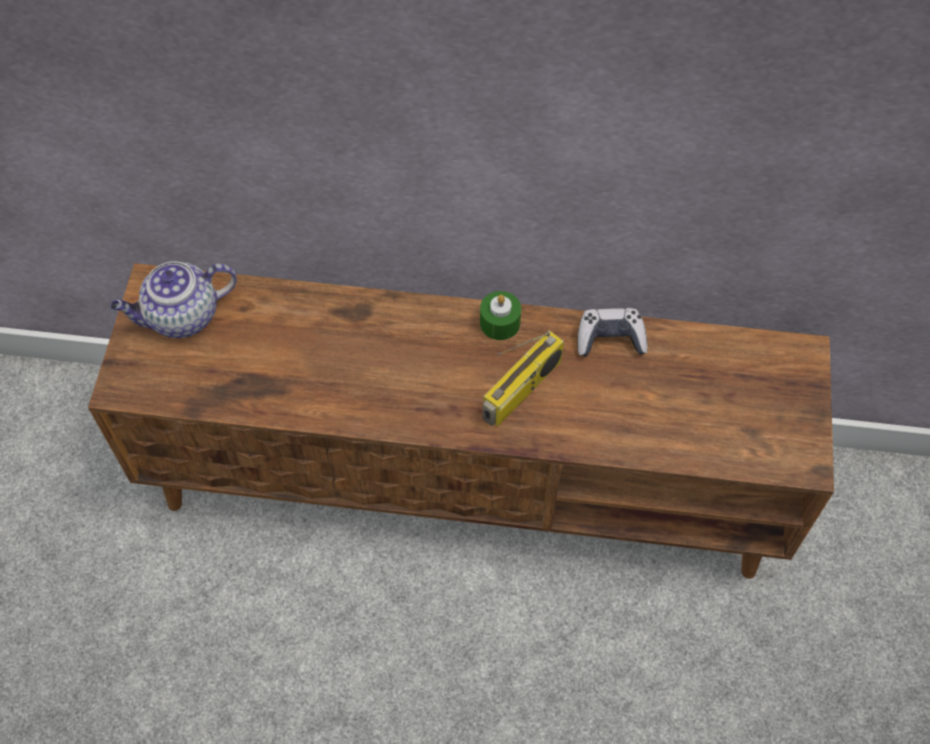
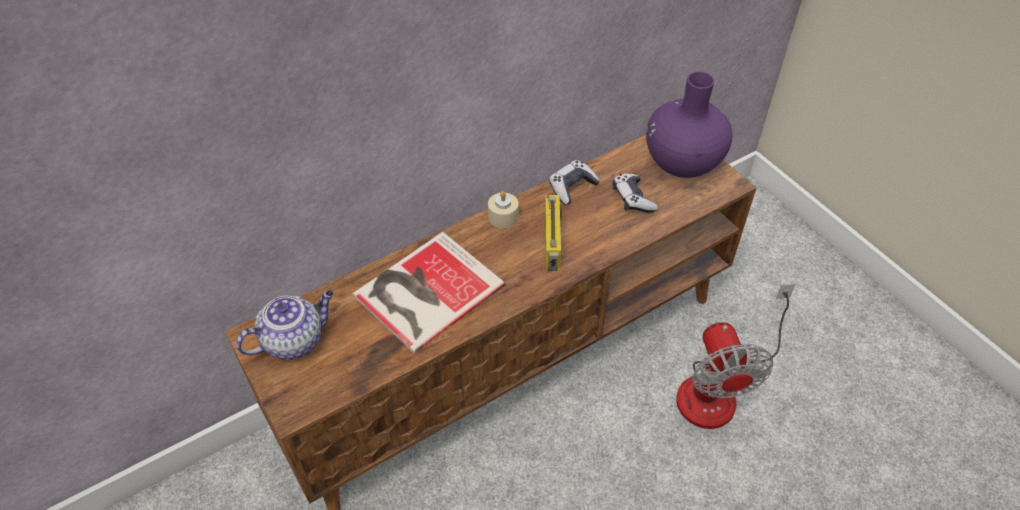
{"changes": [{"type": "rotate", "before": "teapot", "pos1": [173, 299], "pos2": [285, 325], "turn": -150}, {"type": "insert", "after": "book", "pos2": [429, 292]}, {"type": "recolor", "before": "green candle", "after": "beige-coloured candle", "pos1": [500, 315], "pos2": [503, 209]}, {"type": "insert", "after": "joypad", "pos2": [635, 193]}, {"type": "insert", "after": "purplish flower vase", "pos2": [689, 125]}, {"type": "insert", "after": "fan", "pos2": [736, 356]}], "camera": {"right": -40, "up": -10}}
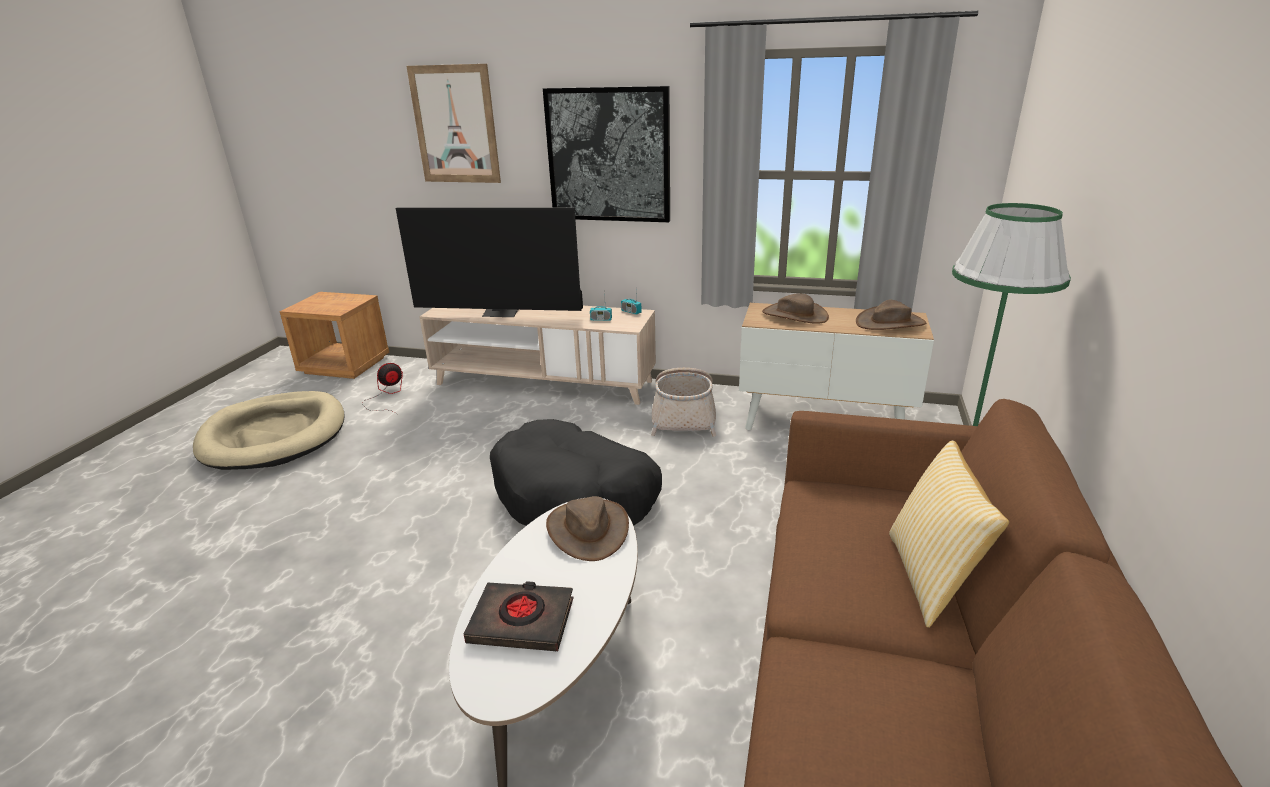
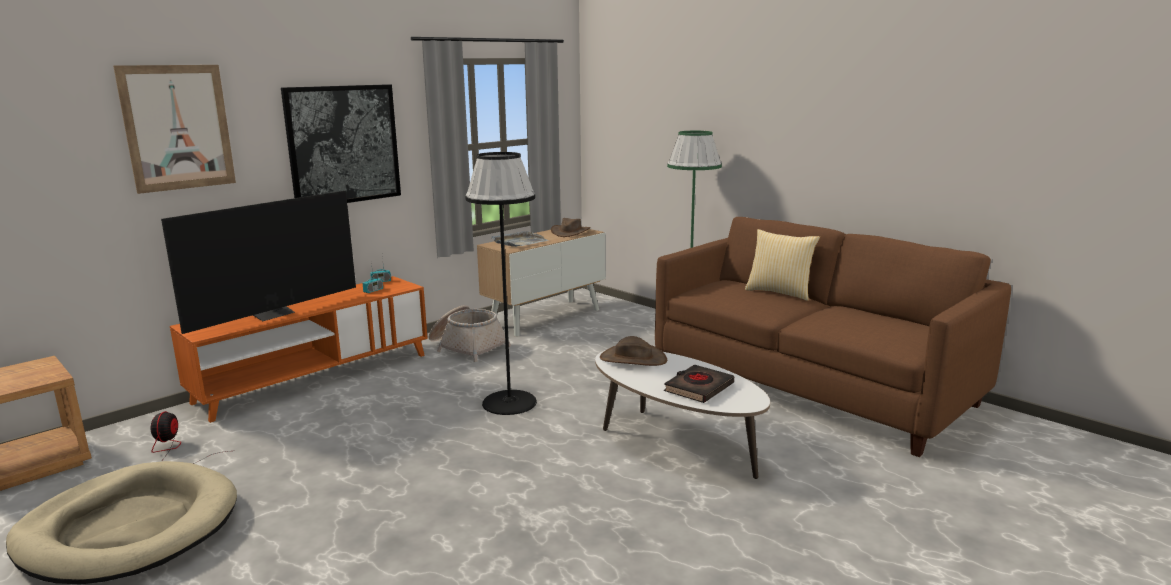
{"changes": [{"type": "recolor", "before": "beige-coloured media console", "after": "orange media console", "pos1": [537, 355], "pos2": [299, 349]}, {"type": "replace", "before": "blackish dog cushion", "after": "blackish standard lamp", "pos1": [576, 472], "pos2": [501, 283]}, {"type": "replace", "before": "brown-coloured clothing hat", "after": "grey serving tray", "pos1": [795, 309], "pos2": [520, 239]}], "camera": {"right": -60, "up": -10}}
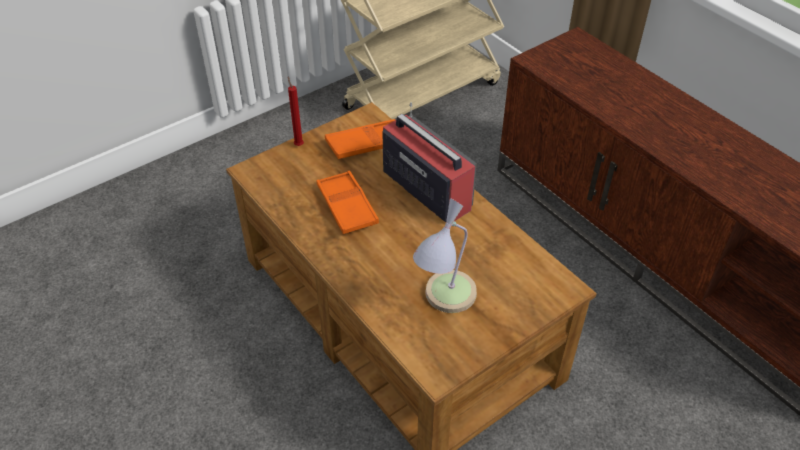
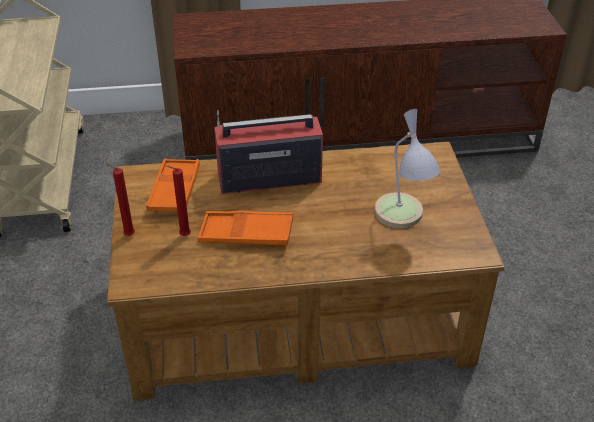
{"changes": [{"type": "insert", "after": "red candle", "pos2": [179, 201]}], "camera": {"right": -60, "up": -5}}
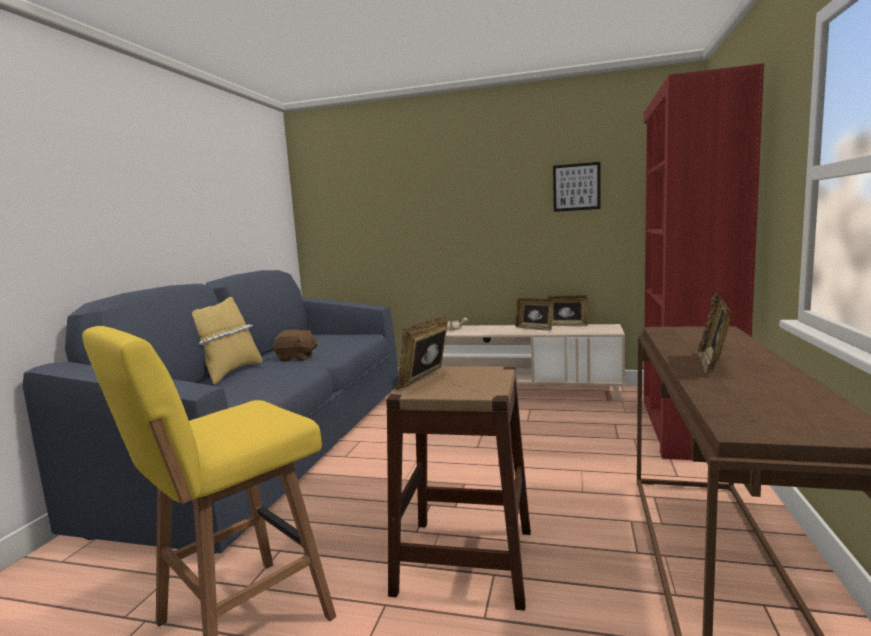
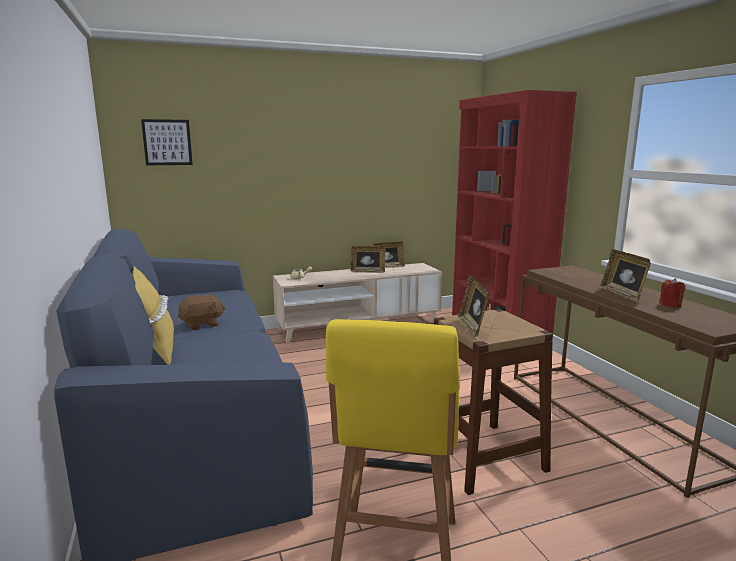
{"changes": [{"type": "move", "before": "picture", "pos1": [577, 187], "pos2": [167, 142]}, {"type": "insert", "after": "red candle", "pos2": [672, 293]}], "camera": {"right": -35, "up": 5}}
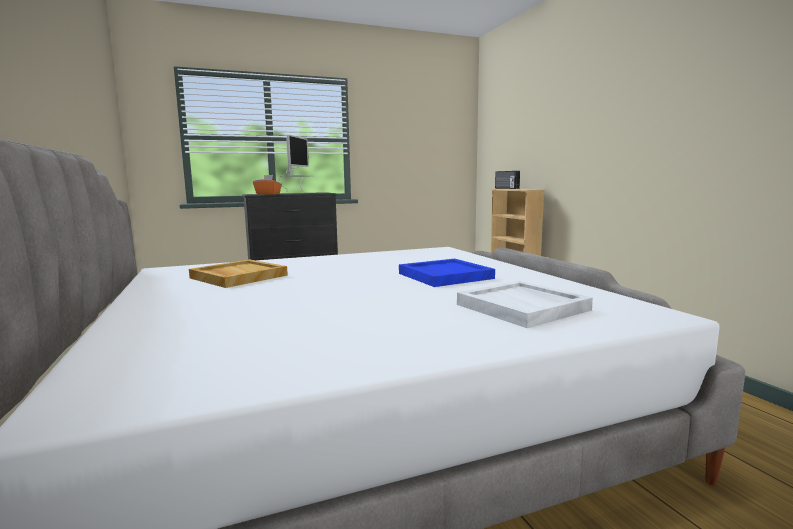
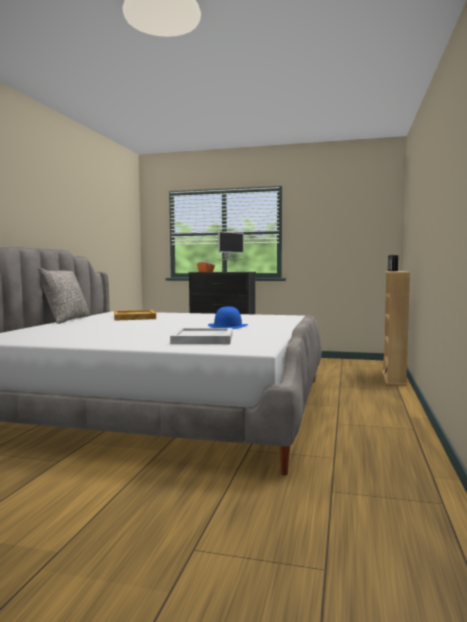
{"changes": [{"type": "insert", "after": "grey cushion", "pos2": [64, 295]}, {"type": "replace", "before": "blue-coloured serving tray", "after": "blue-coloured clothing hat", "pos1": [447, 273], "pos2": [228, 318]}], "camera": {"right": 35, "up": -5}}
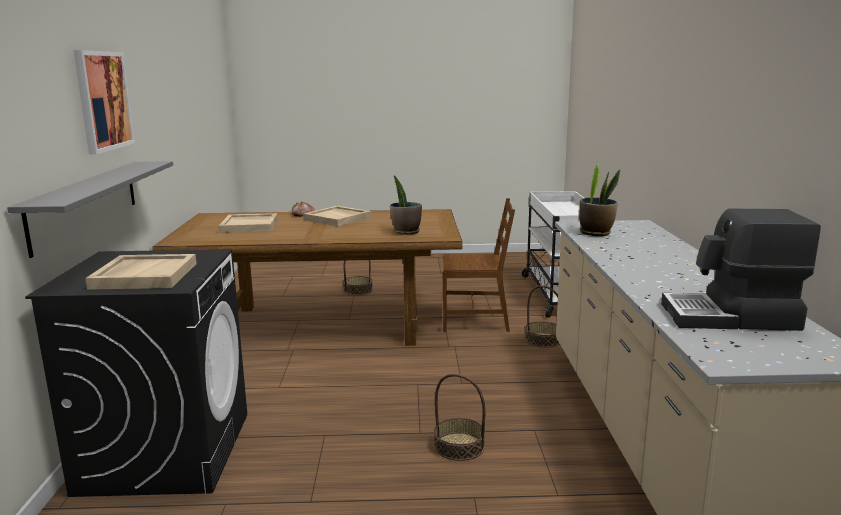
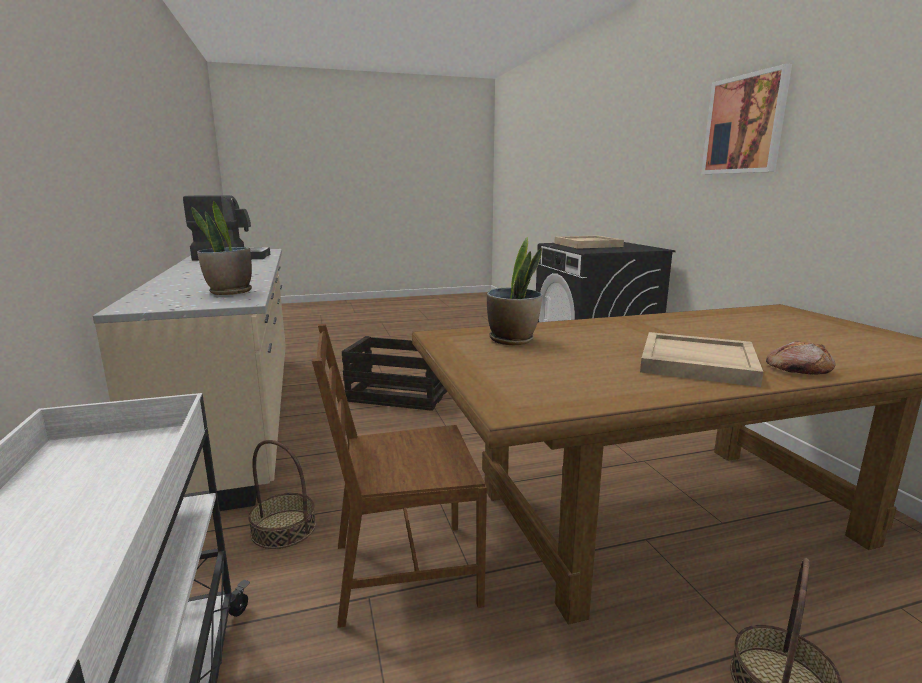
{"changes": [{"type": "replace", "before": "storage basket", "after": "shipping crate", "pos1": [459, 417], "pos2": [394, 373]}, {"type": "delete", "before": "grey wall shelf", "pos1": [90, 209]}, {"type": "delete", "before": "beige-coloured serving tray", "pos1": [248, 223]}], "camera": {"right": 165, "up": 0}}
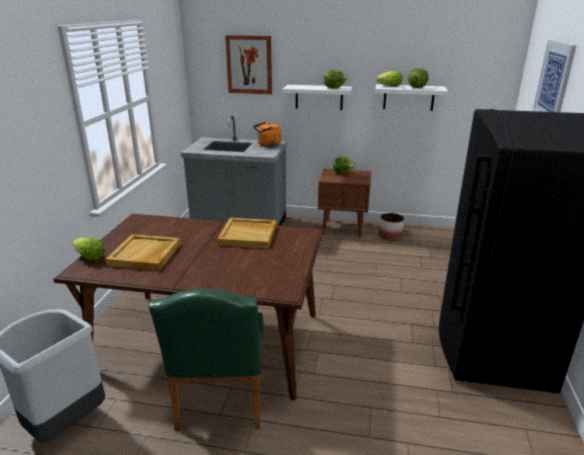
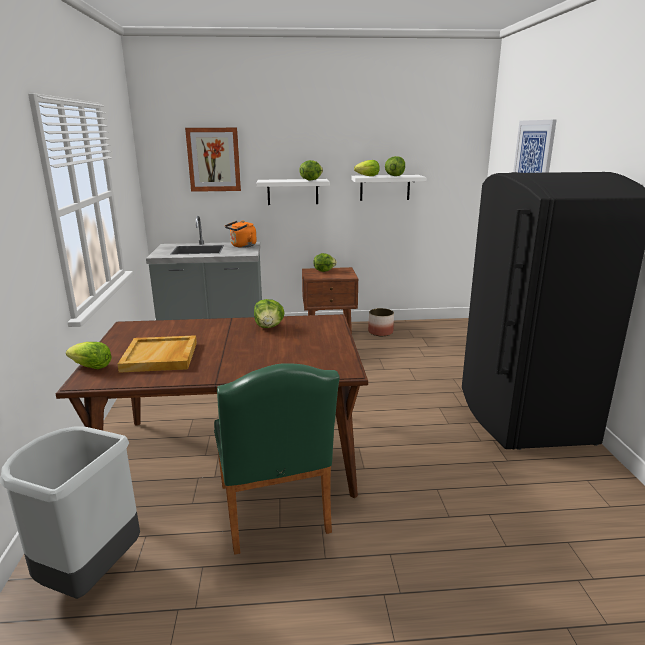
{"changes": [{"type": "replace", "before": "beige-coloured serving tray", "after": "head of lettuce", "pos1": [247, 233], "pos2": [269, 313]}], "camera": {"right": -15, "up": -5}}
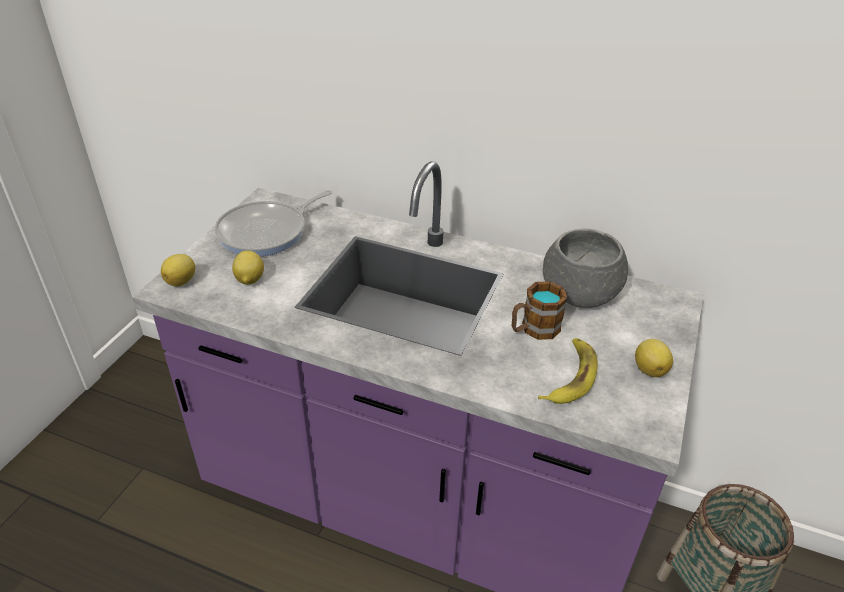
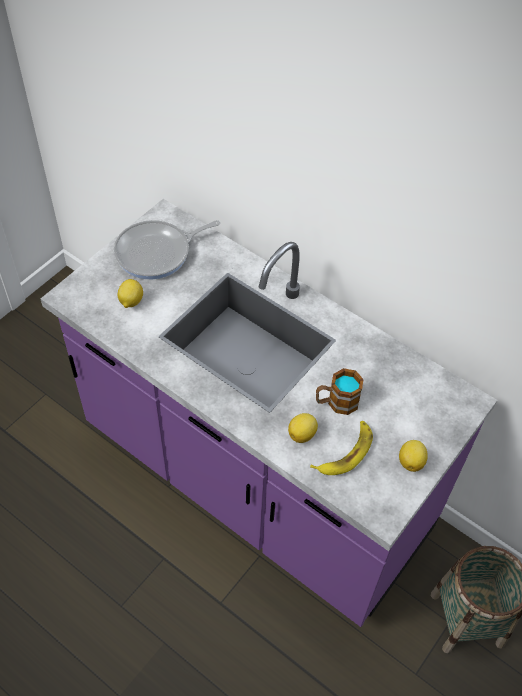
{"changes": [{"type": "move", "before": "lemon", "pos1": [178, 270], "pos2": [303, 428]}, {"type": "delete", "before": "grey bowl", "pos1": [585, 268]}], "camera": {"right": 15, "up": 15}}
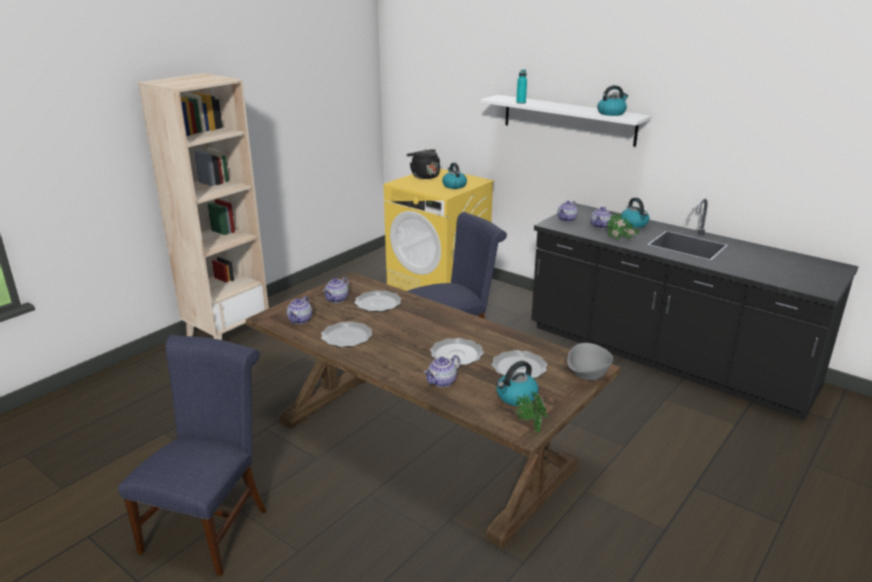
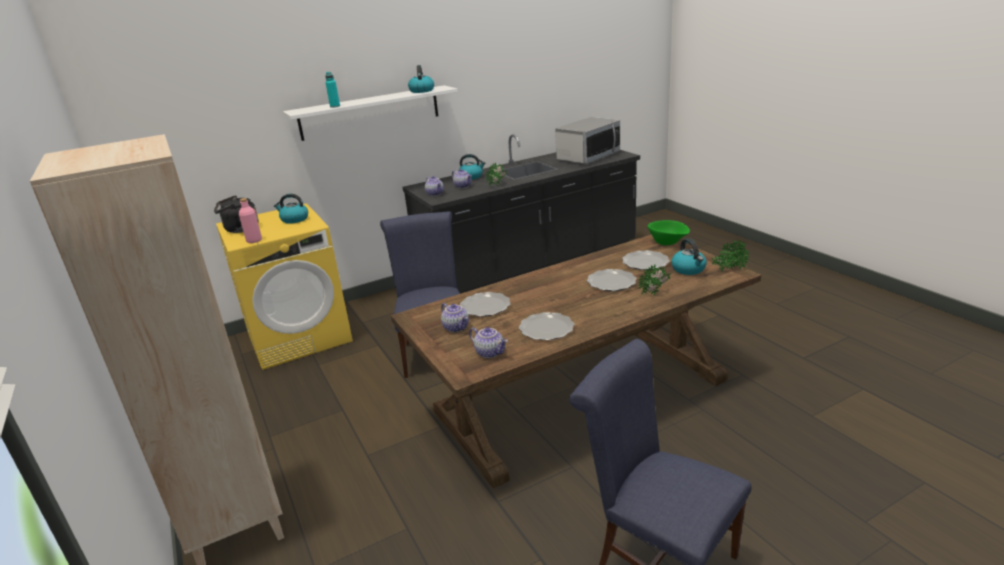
{"changes": [{"type": "insert", "after": "pink-coloured drink bottle", "pos2": [250, 220]}, {"type": "insert", "after": "microwave", "pos2": [587, 140]}, {"type": "replace", "before": "teapot", "after": "potted plant", "pos1": [442, 371], "pos2": [654, 280]}, {"type": "recolor", "before": "grey bowl", "after": "green bowl", "pos1": [590, 362], "pos2": [669, 232]}], "camera": {"right": -65, "up": 0}}
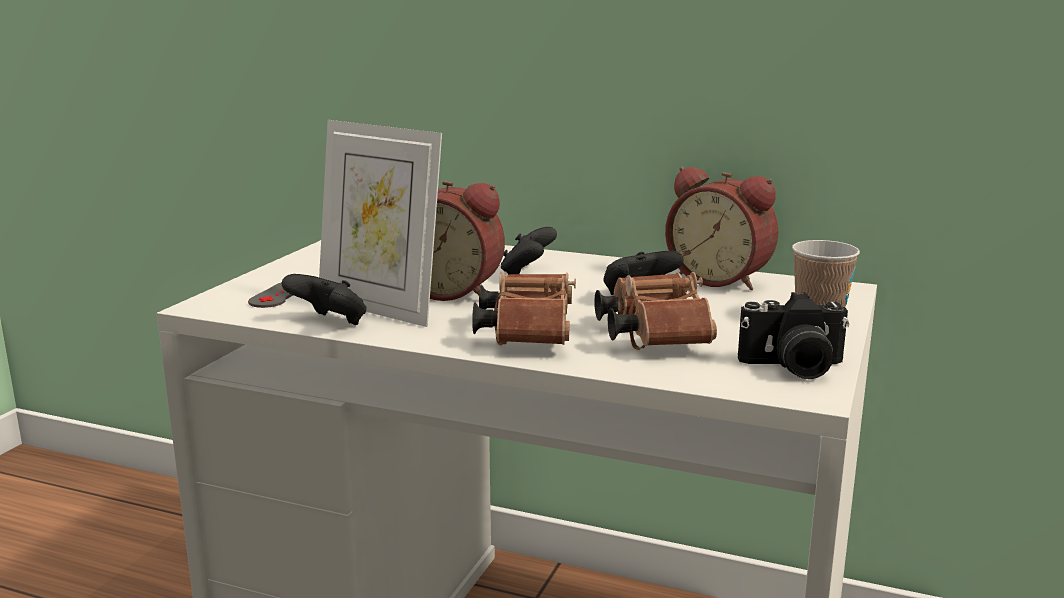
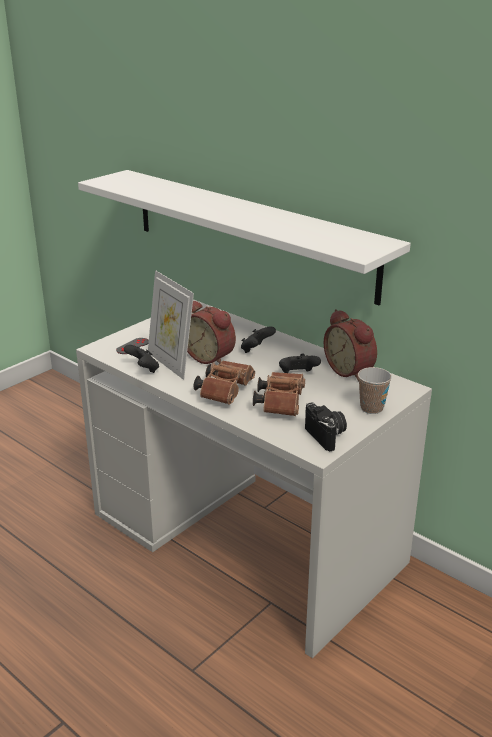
{"changes": [{"type": "insert", "after": "white-coloured wall shelf", "pos2": [244, 237]}, {"type": "rotate", "before": "photo camera", "pos1": [793, 335], "pos2": [326, 426], "turn": -135}], "camera": {"right": 20, "up": 10}}
